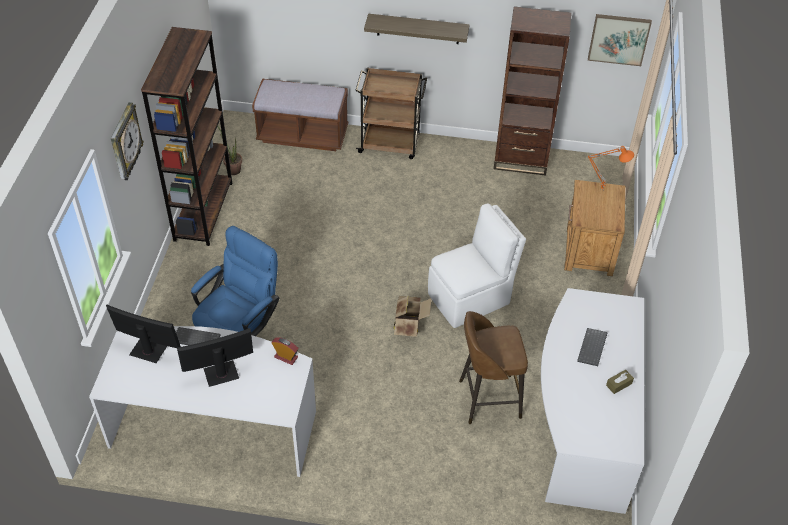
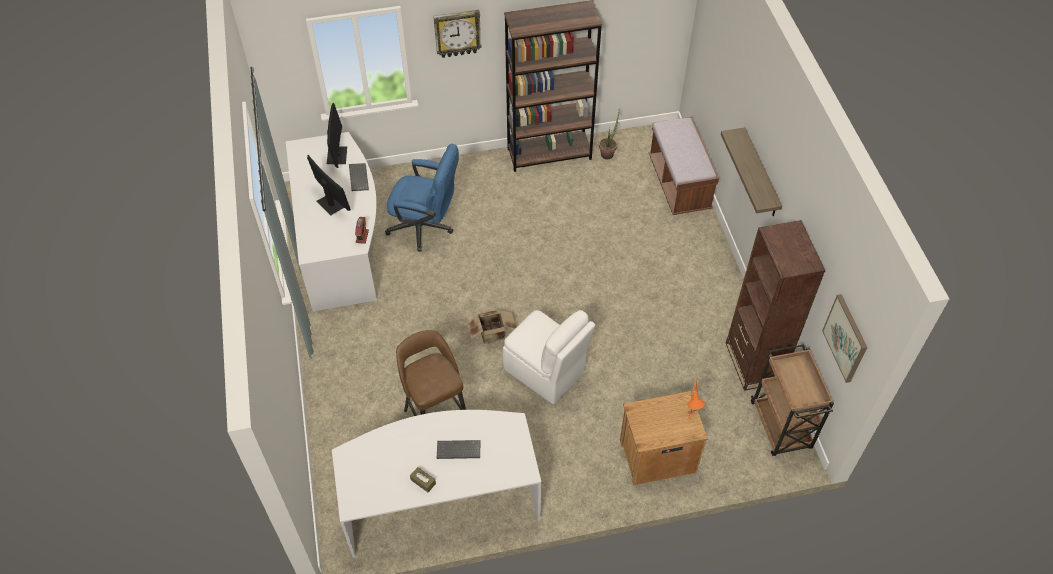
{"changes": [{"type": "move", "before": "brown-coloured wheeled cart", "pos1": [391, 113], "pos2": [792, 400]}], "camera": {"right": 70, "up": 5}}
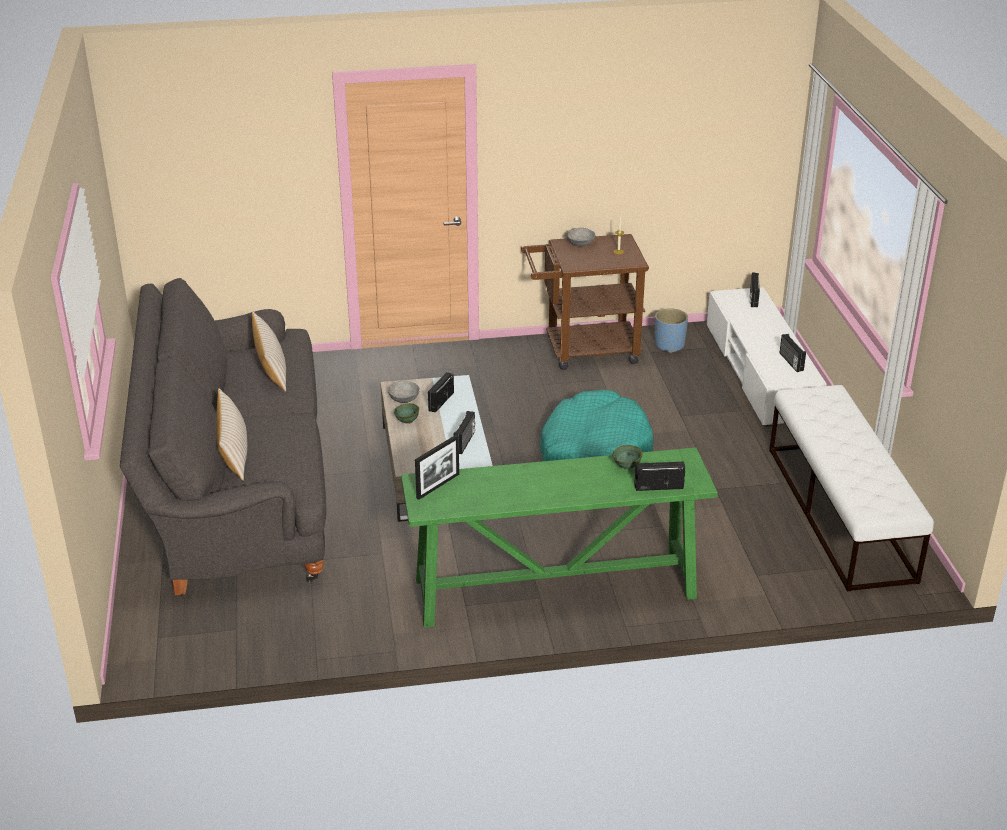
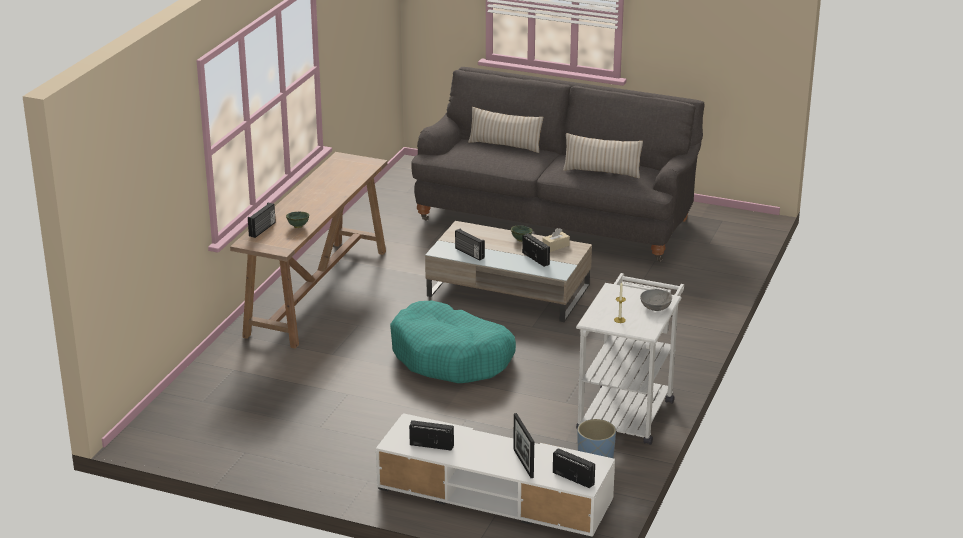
{"changes": [{"type": "recolor", "before": "green hall table", "after": "brown-coloured hall table", "pos1": [559, 538], "pos2": [309, 250]}, {"type": "move", "before": "picture frame", "pos1": [437, 467], "pos2": [523, 445]}, {"type": "replace", "before": "grey bowl", "after": "beige-coloured box of tissues", "pos1": [404, 392], "pos2": [556, 240]}, {"type": "recolor", "before": "brown-coloured wheeled cart", "after": "white-coloured wheeled cart", "pos1": [585, 302], "pos2": [630, 359]}, {"type": "delete", "before": "white-coloured indoor bench", "pos1": [851, 488]}], "camera": {"right": 120, "up": -5}}
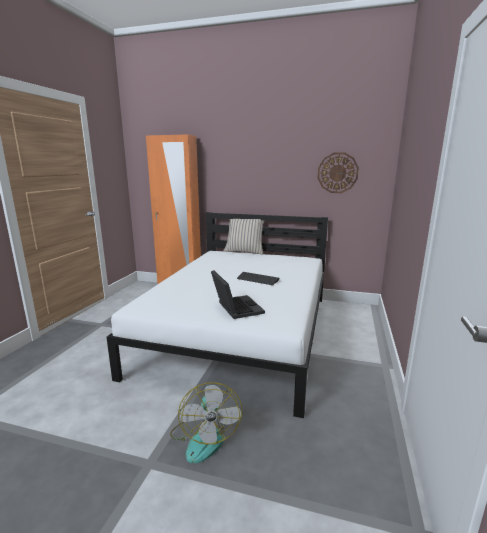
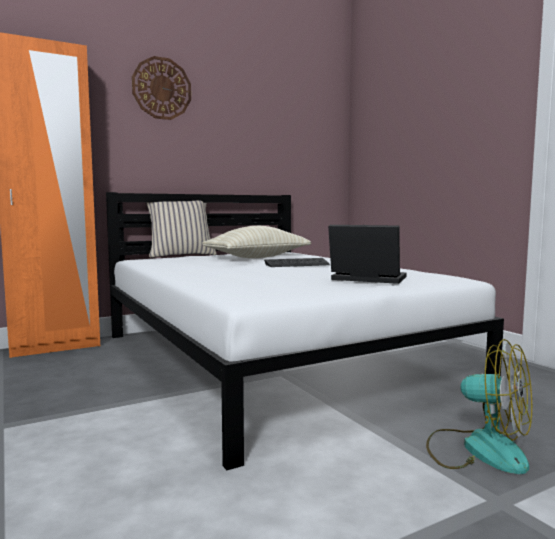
{"changes": [{"type": "move", "before": "hanging clock", "pos1": [338, 172], "pos2": [161, 88]}, {"type": "insert", "after": "beige-coloured cushion", "pos2": [256, 242]}], "camera": {"right": -45, "up": -10}}
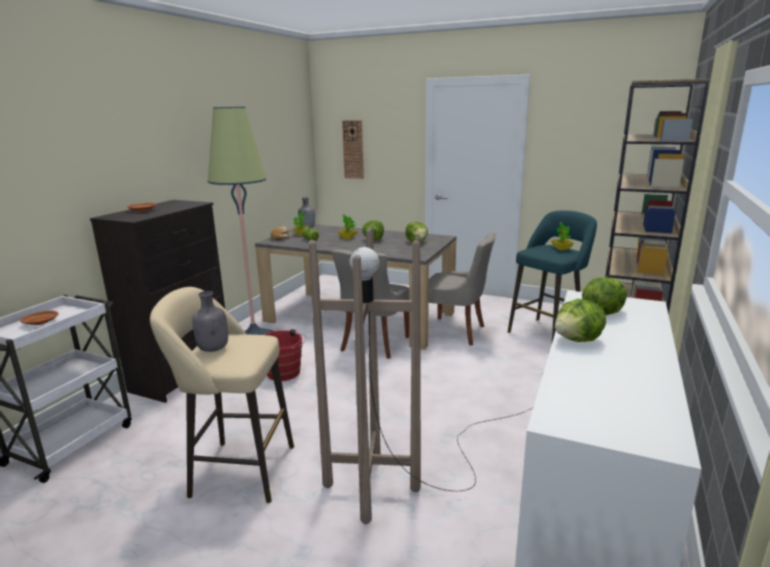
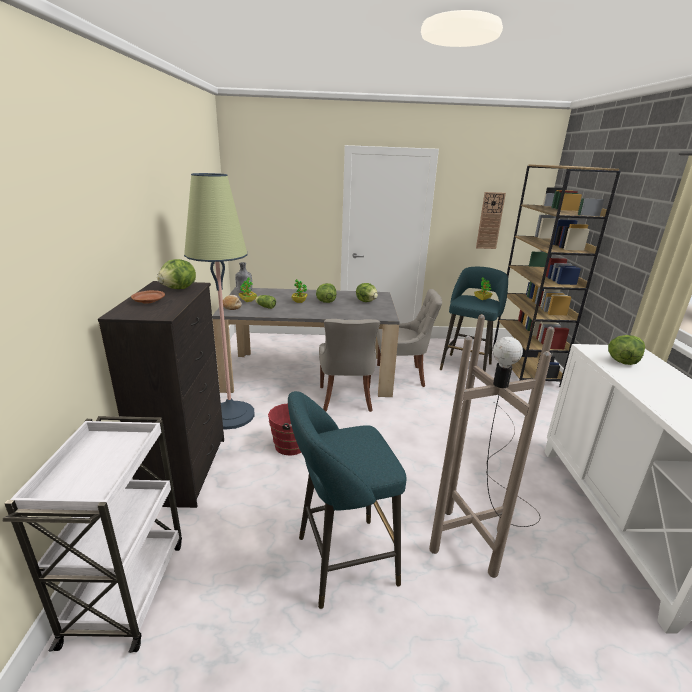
{"changes": [{"type": "move", "before": "head of lettuce", "pos1": [580, 320], "pos2": [176, 274]}, {"type": "recolor", "before": "beige-coloured stool", "after": "turquoise-coloured stool", "pos1": [222, 395], "pos2": [347, 500]}, {"type": "move", "before": "hanging clock", "pos1": [353, 149], "pos2": [491, 220]}, {"type": "delete", "before": "brown-coloured dinner plate", "pos1": [39, 317]}, {"type": "delete", "before": "grey drink bottle", "pos1": [210, 321]}], "camera": {"right": -25, "up": 5}}
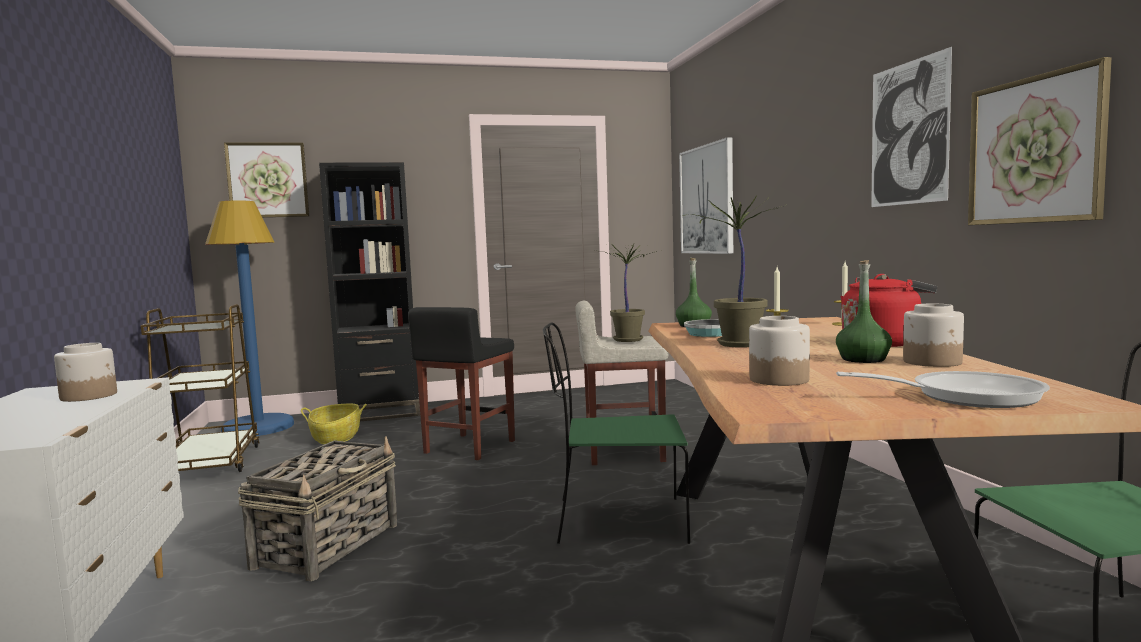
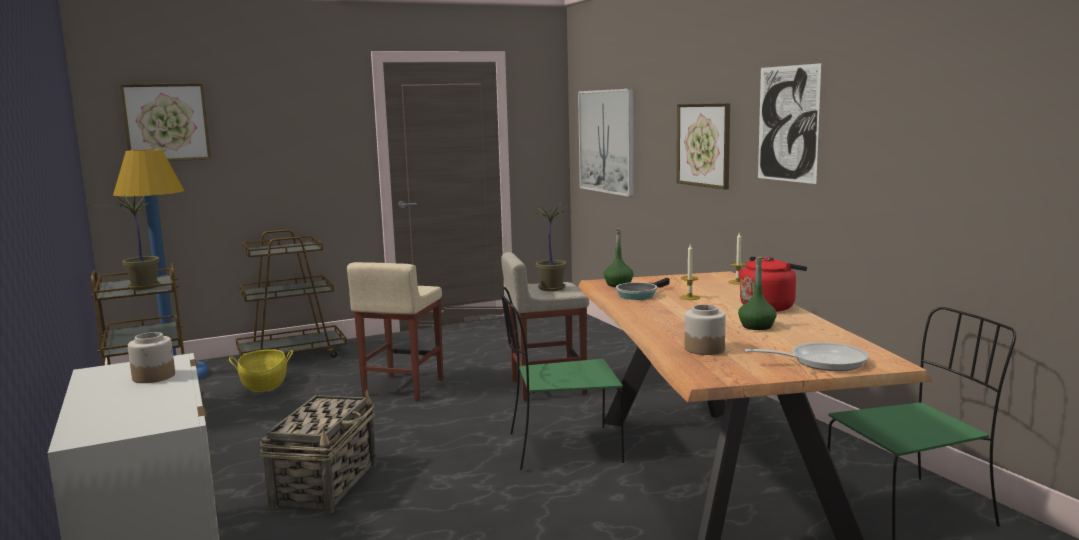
{"changes": [{"type": "move", "before": "potted plant", "pos1": [732, 272], "pos2": [129, 242]}, {"type": "replace", "before": "blackish bookshelf", "after": "brown-coloured wheeled cart", "pos1": [369, 292], "pos2": [291, 293]}, {"type": "recolor", "before": "blackish stool", "after": "beige-coloured stool", "pos1": [461, 383], "pos2": [395, 331]}, {"type": "move", "before": "picture", "pos1": [1040, 141], "pos2": [703, 146]}, {"type": "delete", "before": "preserve jar", "pos1": [933, 335]}], "camera": {"right": -10, "up": 5}}
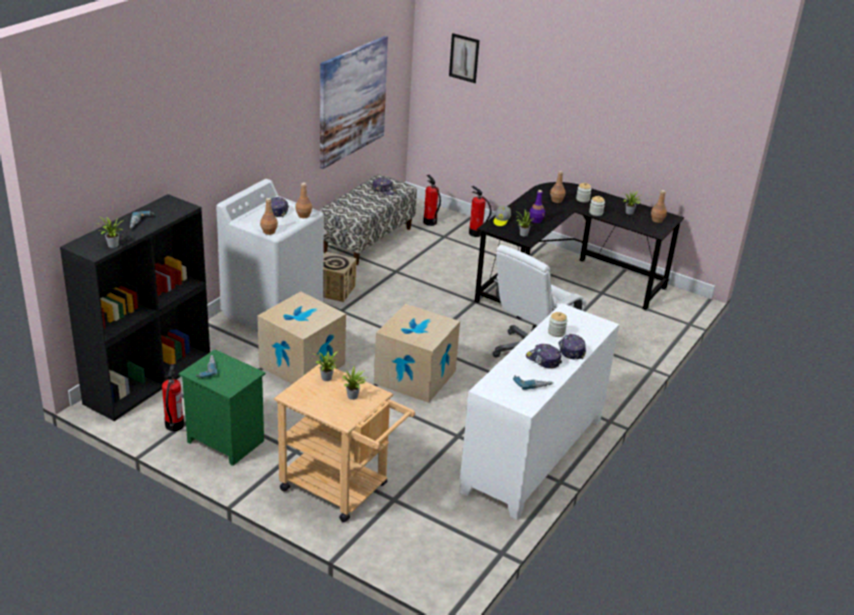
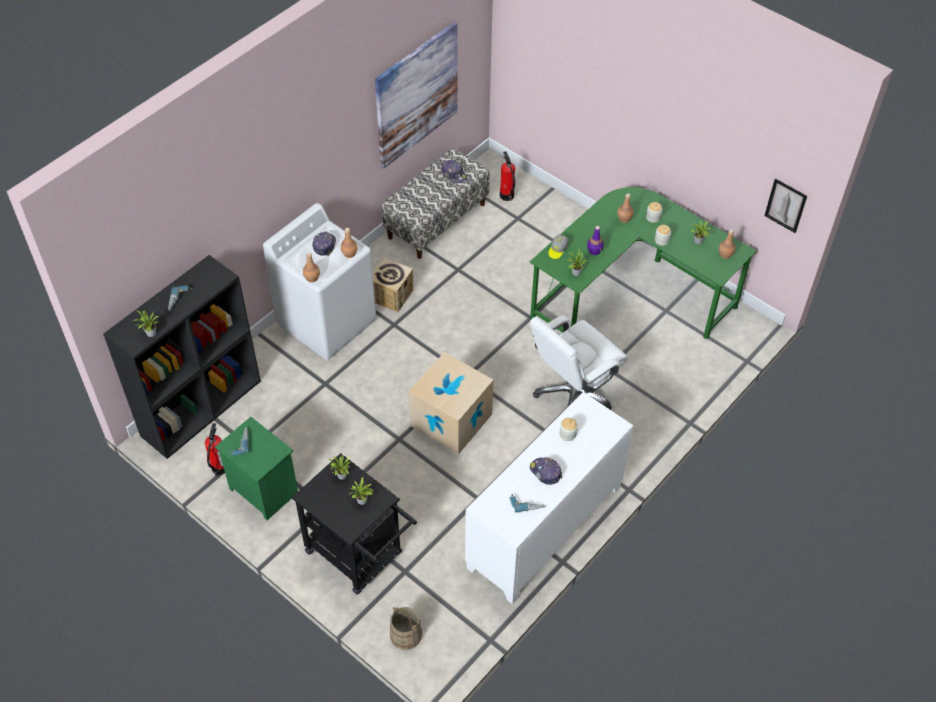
{"changes": [{"type": "recolor", "before": "beige-coloured wheeled cart", "after": "blackish wheeled cart", "pos1": [344, 442], "pos2": [354, 524]}, {"type": "insert", "after": "beige-coloured water bucket", "pos2": [406, 628]}, {"type": "recolor", "before": "blackish desk table", "after": "green desk table", "pos1": [579, 250], "pos2": [643, 263]}, {"type": "move", "before": "picture", "pos1": [464, 58], "pos2": [785, 205]}, {"type": "delete", "before": "carton", "pos1": [301, 337]}, {"type": "delete", "before": "extinguisher", "pos1": [480, 211]}, {"type": "delete", "before": "peaked cap", "pos1": [572, 346]}], "camera": {"right": 10, "up": 20}}
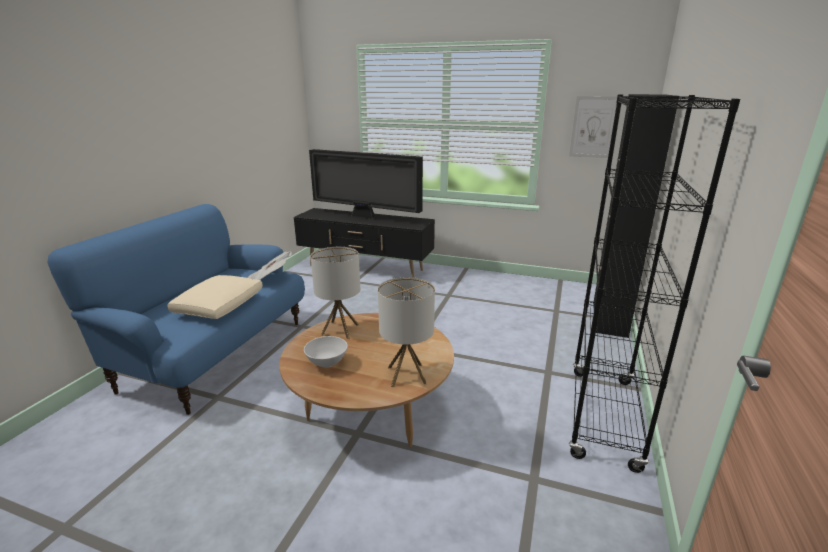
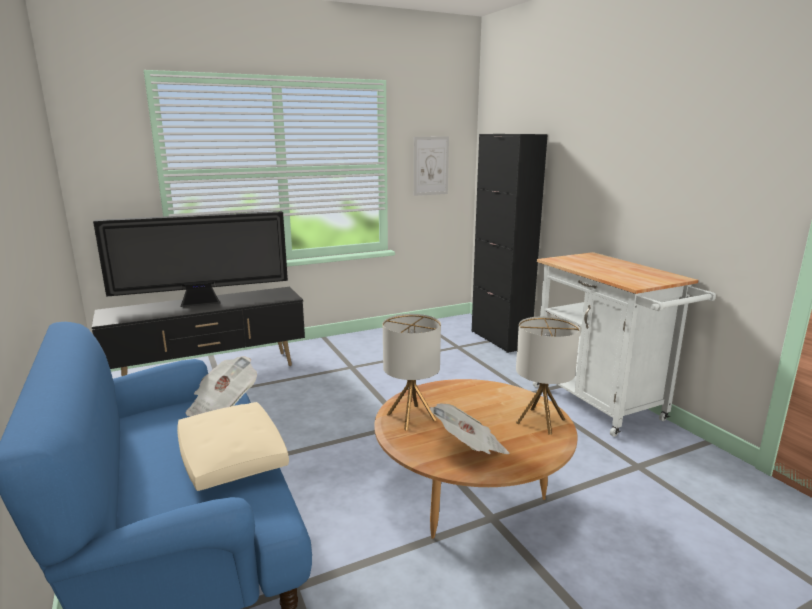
{"changes": [{"type": "replace", "before": "white-coloured bowl", "after": "daily paper", "pos1": [326, 352], "pos2": [470, 429]}, {"type": "replace", "before": "blackish bookshelf", "after": "white-coloured wheeled cart", "pos1": [654, 284], "pos2": [624, 344]}], "camera": {"right": -45, "up": -5}}
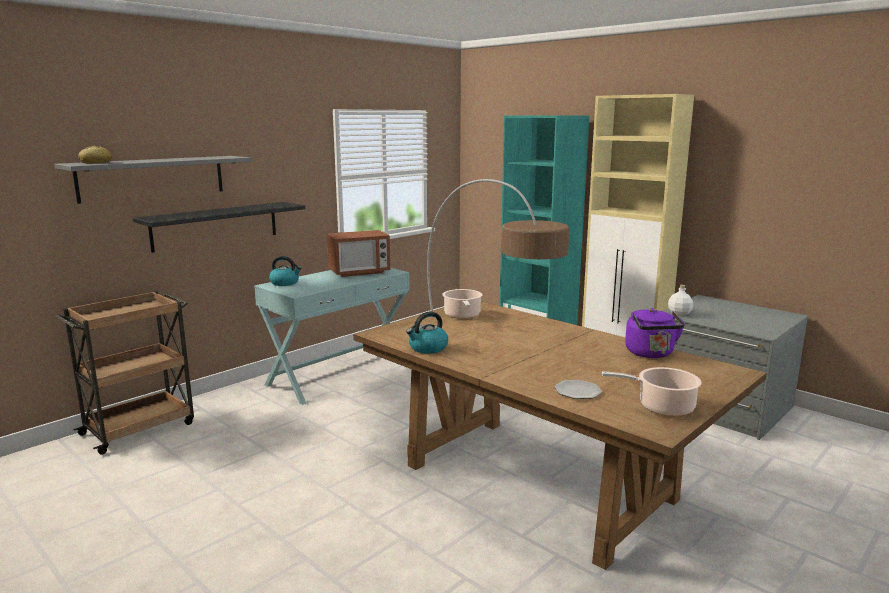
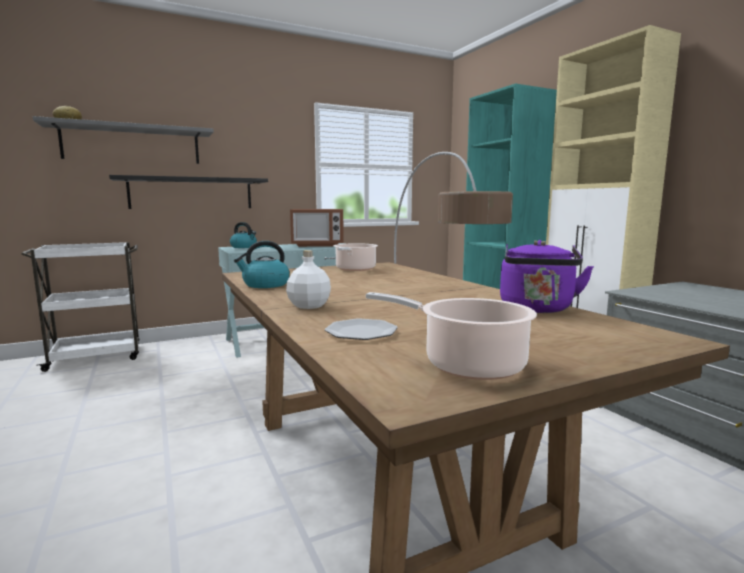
{"changes": [{"type": "recolor", "before": "brown-coloured wheeled cart", "after": "white-coloured wheeled cart", "pos1": [124, 373], "pos2": [80, 307]}, {"type": "move", "before": "white-coloured drink bottle", "pos1": [680, 300], "pos2": [308, 279]}], "camera": {"right": 20, "up": -5}}
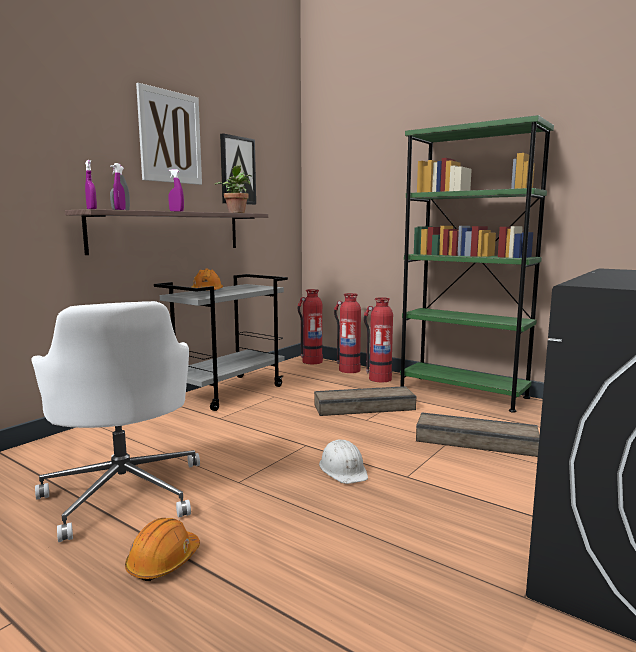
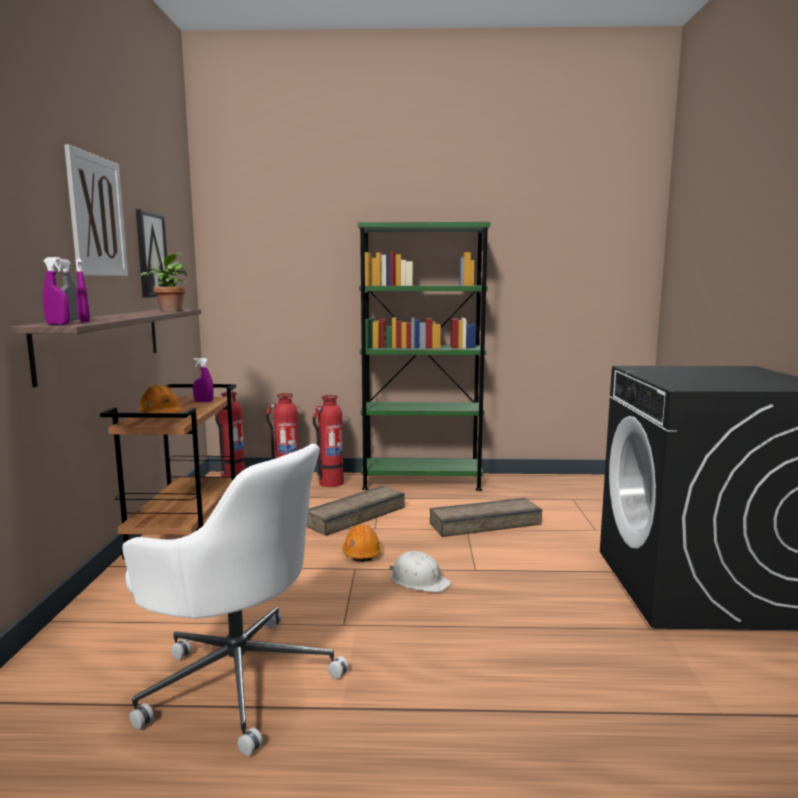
{"changes": [{"type": "recolor", "before": "grey wheeled cart", "after": "brown-coloured wheeled cart", "pos1": [221, 342], "pos2": [168, 472]}, {"type": "move", "before": "purplish sprayer", "pos1": [176, 190], "pos2": [203, 380]}, {"type": "move", "before": "orange work helmet", "pos1": [162, 549], "pos2": [362, 543]}], "camera": {"right": -35, "up": 0}}
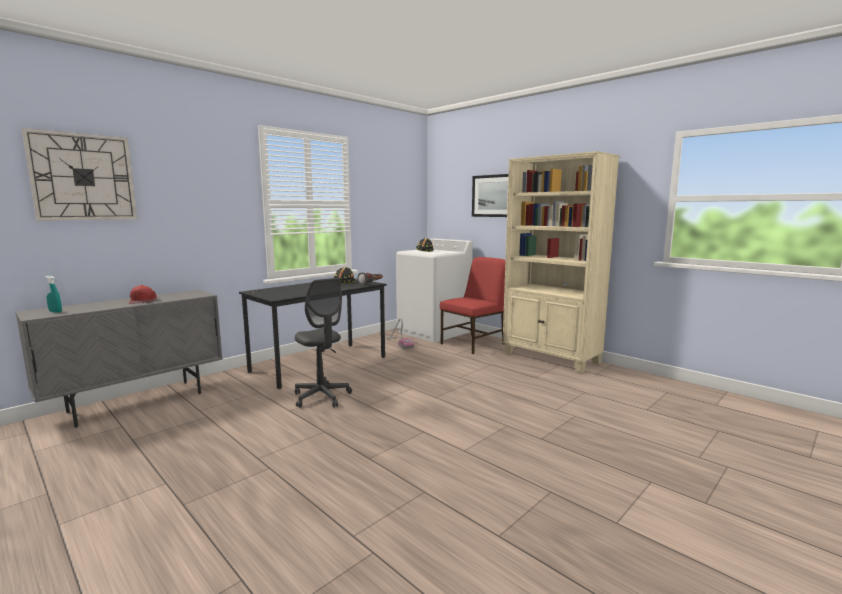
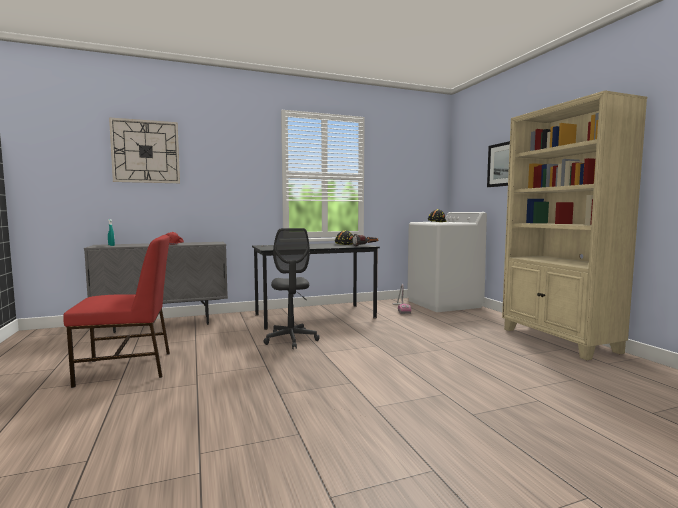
{"changes": [{"type": "move", "before": "red upright chair", "pos1": [473, 305], "pos2": [116, 311]}], "camera": {"right": 25, "up": -5}}
